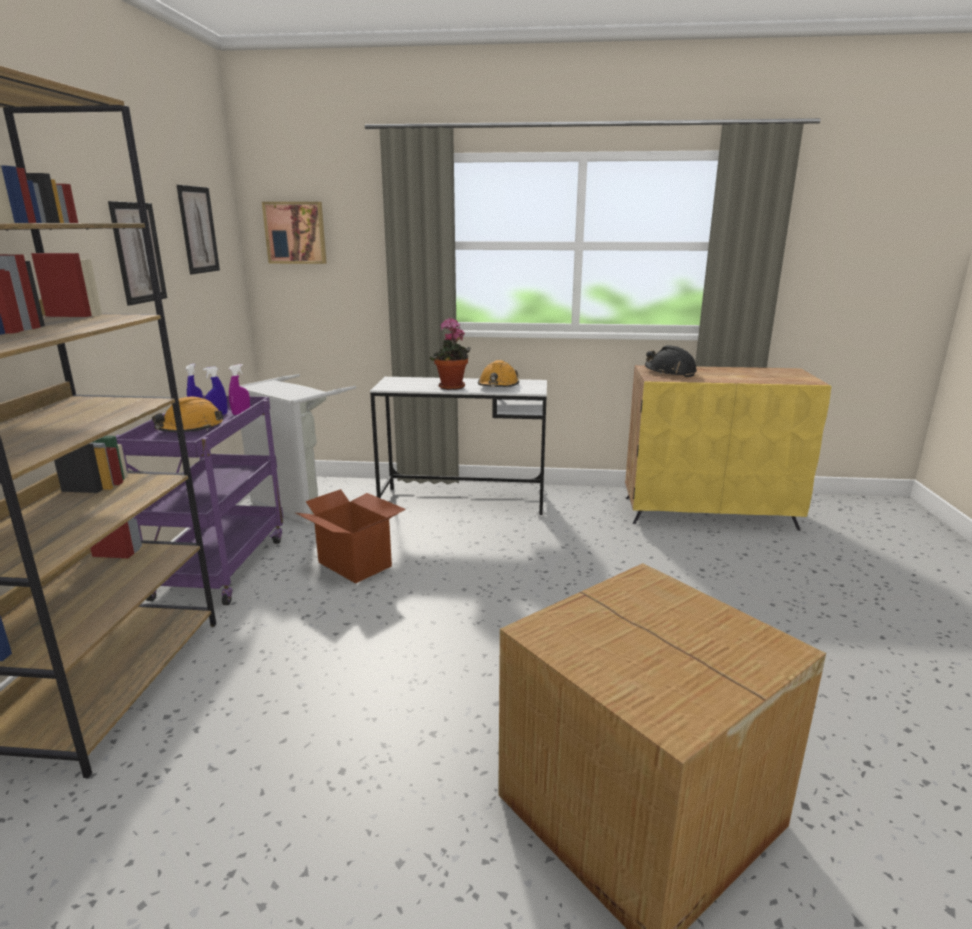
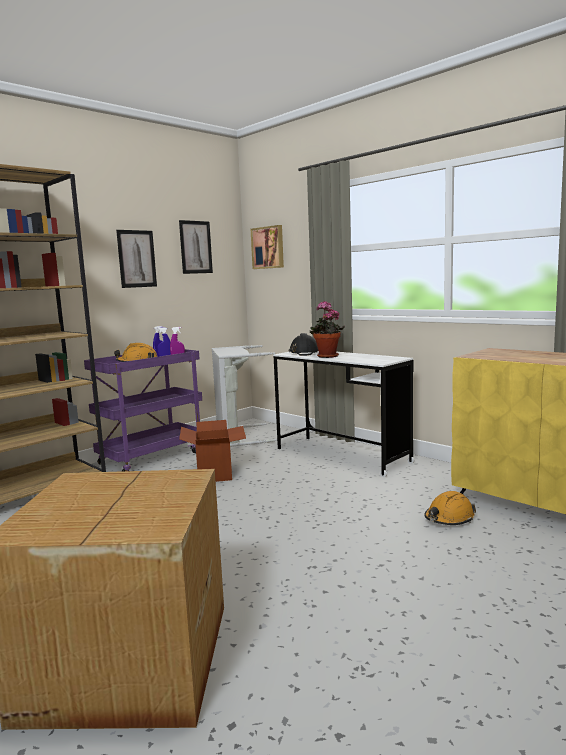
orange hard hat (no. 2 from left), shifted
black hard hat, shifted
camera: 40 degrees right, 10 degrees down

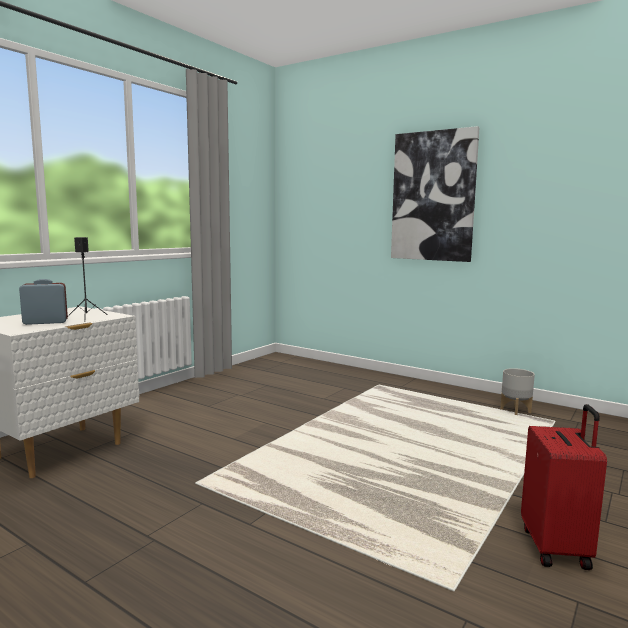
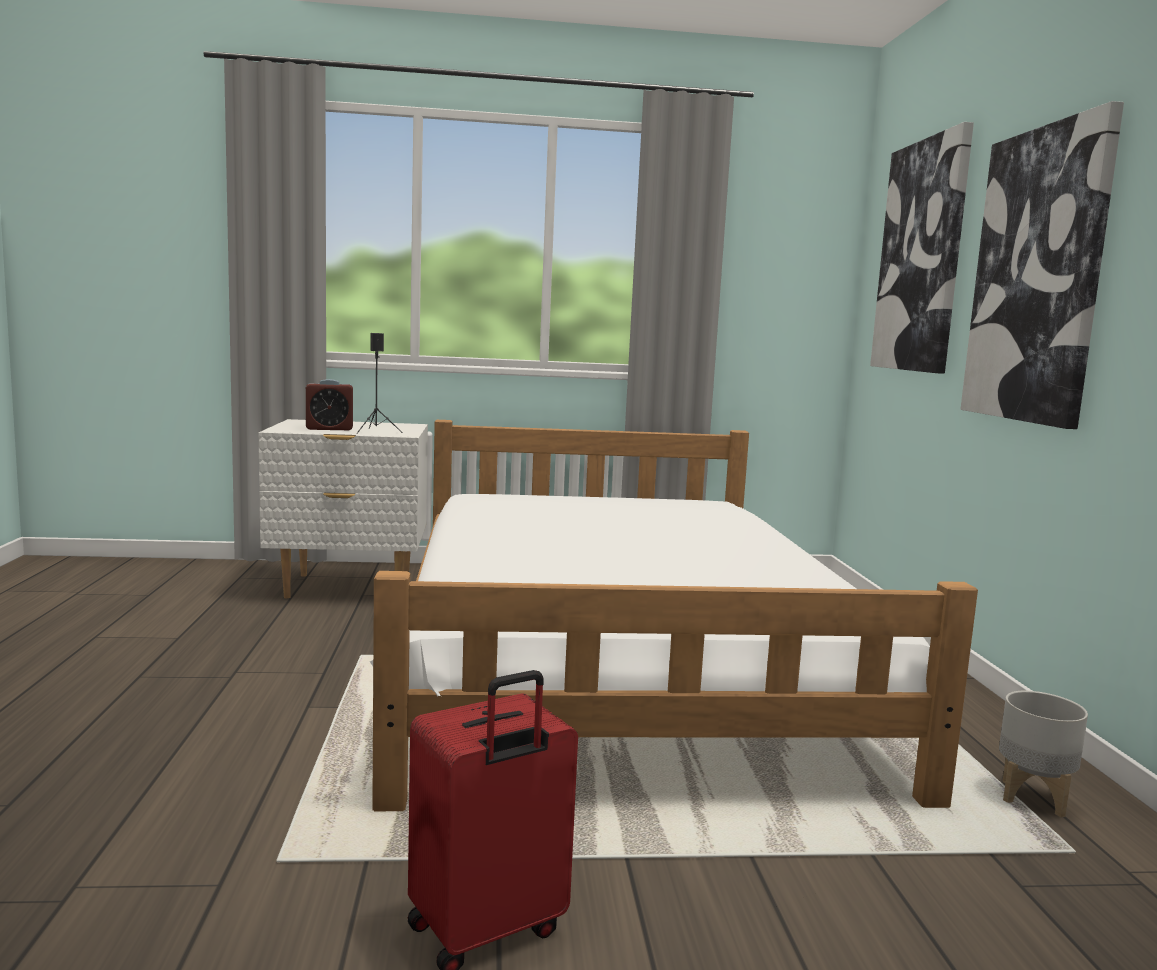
alarm clock, 135 degrees clockwise
- → white bed
- → picture (no. 1 from left)
camera: 50 degrees right, 0 degrees up

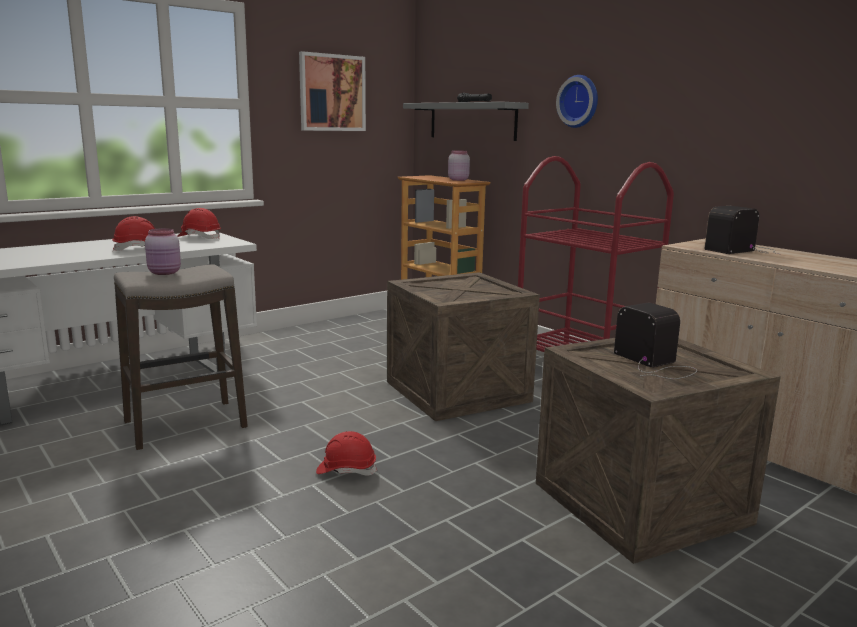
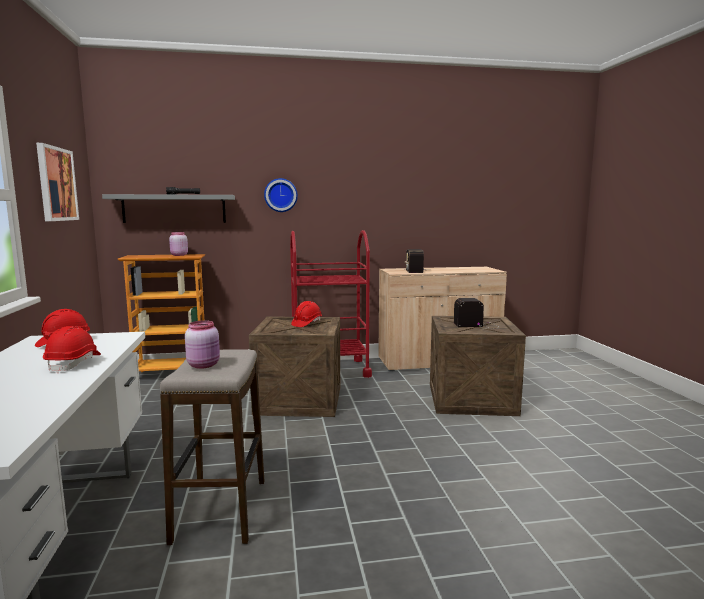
red hard hat (no. 3 from left), shifted
camera: 60 degrees left, 5 degrees down

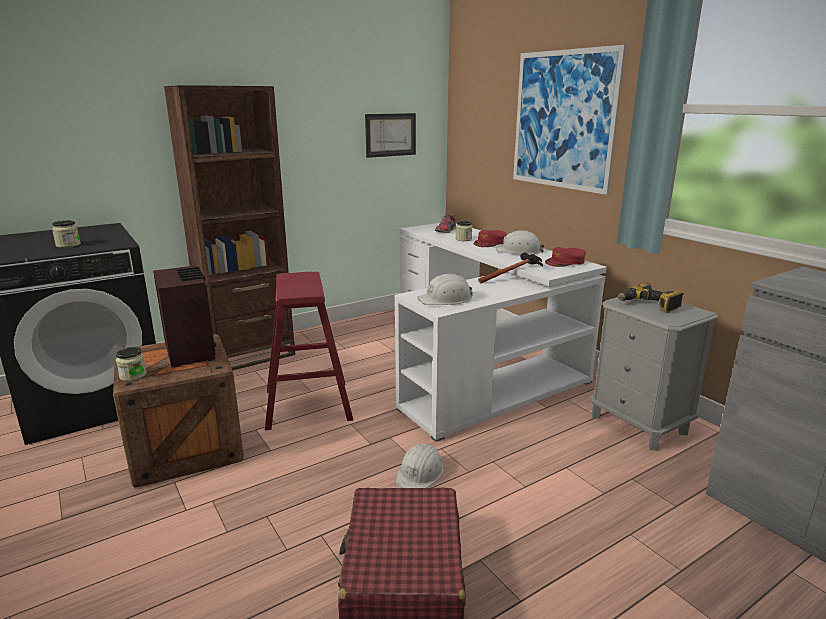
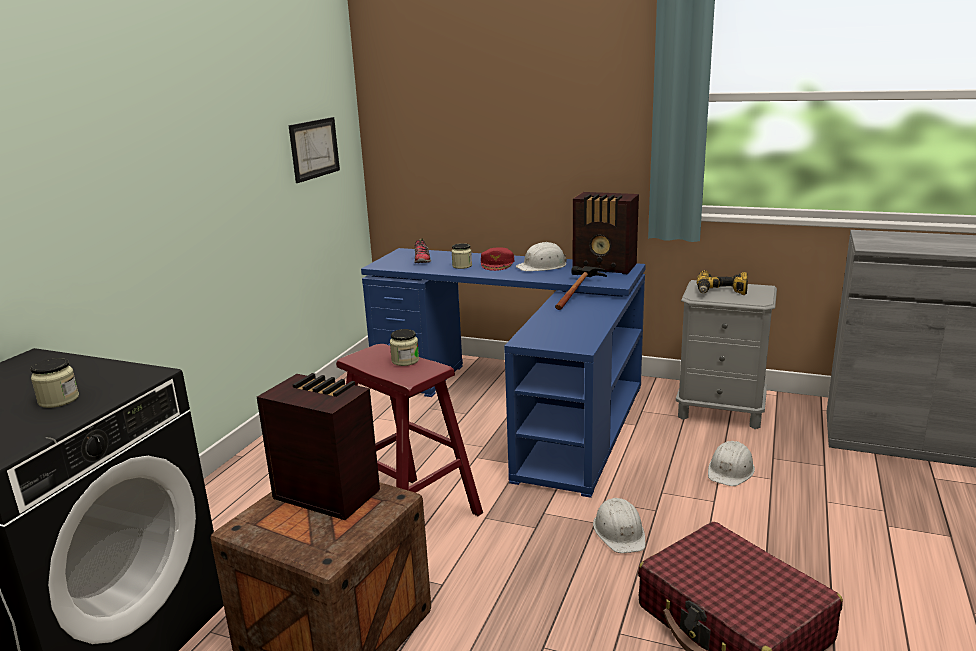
jar (no. 2 from left), shifted
brown bookcase → -
white desk → blue desk
white hard hat (no. 2 from left in the first image) → white hard hat (no. 3 from left), shifted
picture (no. 2 from left) → -
red cap (no. 2 from left) → radio (no. 2 from left)
camera: 35 degrees left, 0 degrees up

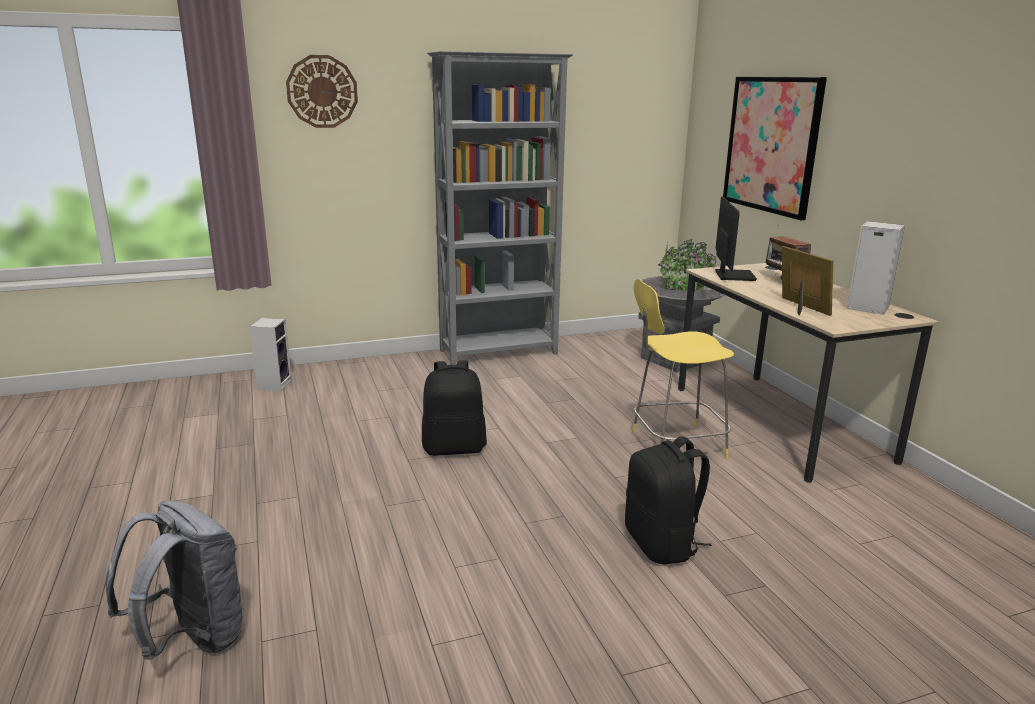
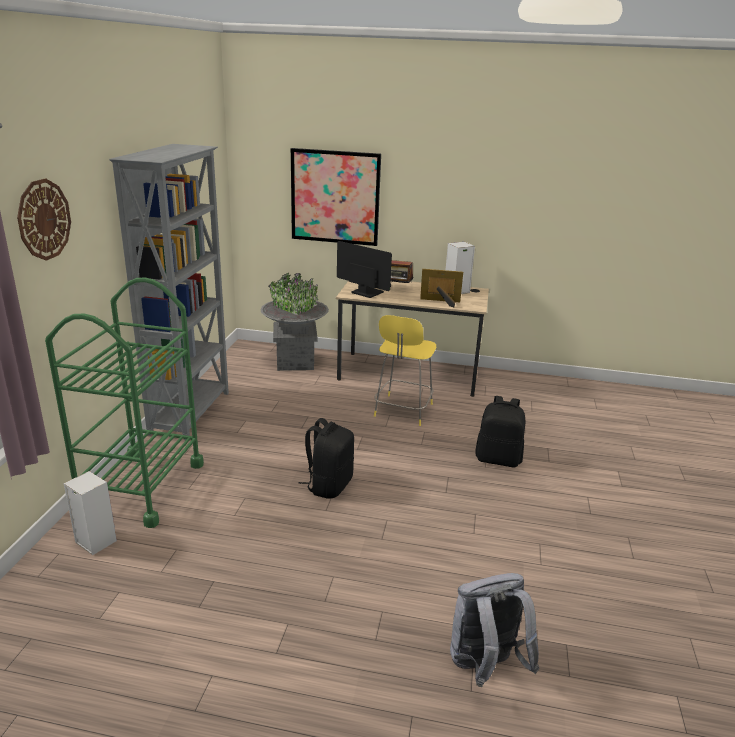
- → green cart
camera: 60 degrees left, 5 degrees up

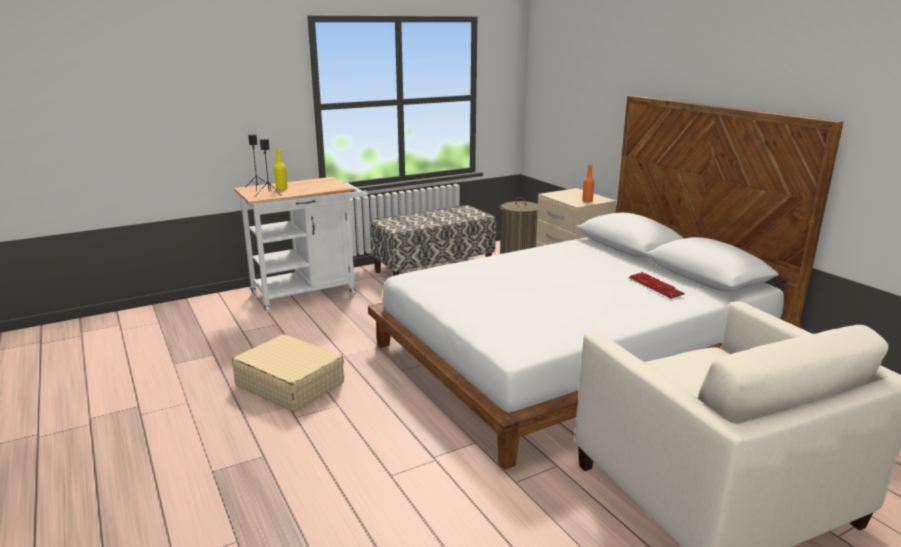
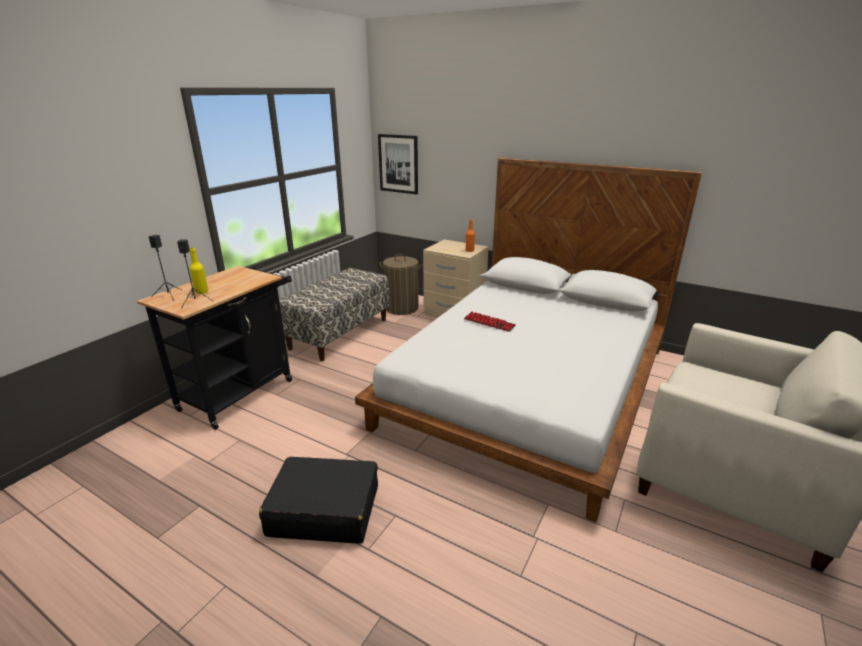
beige suitcase → black suitcase
white cart → black cart
keyboard, shifted
- → picture
camera: 30 degrees left, 5 degrees up

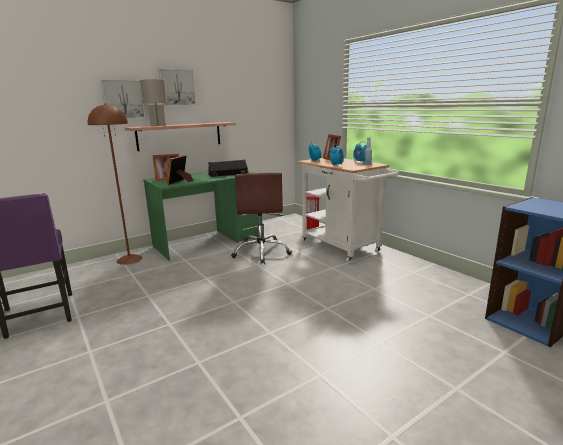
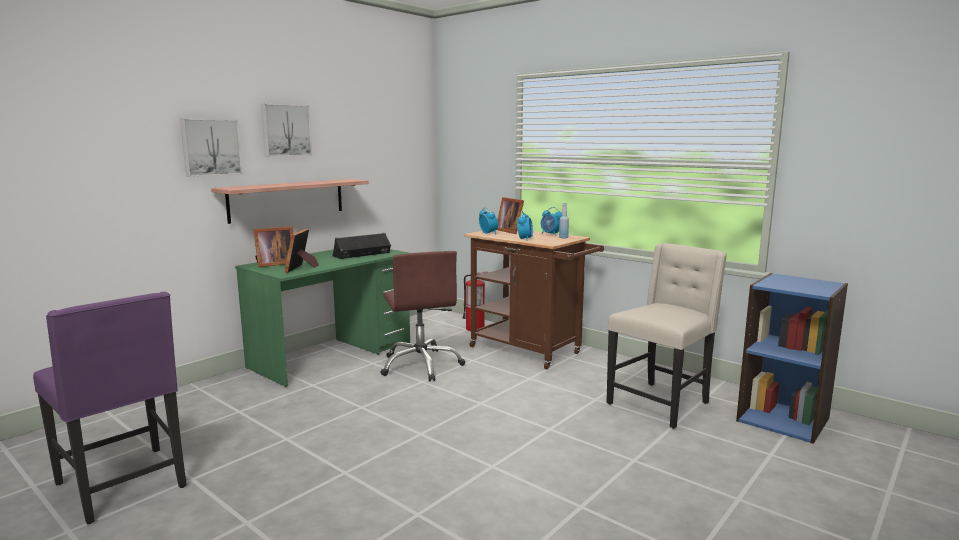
brown floor lamp → -
grey table lamp → -
white cart → brown cart
- → beige chair
camera: 15 degrees left, 5 degrees down

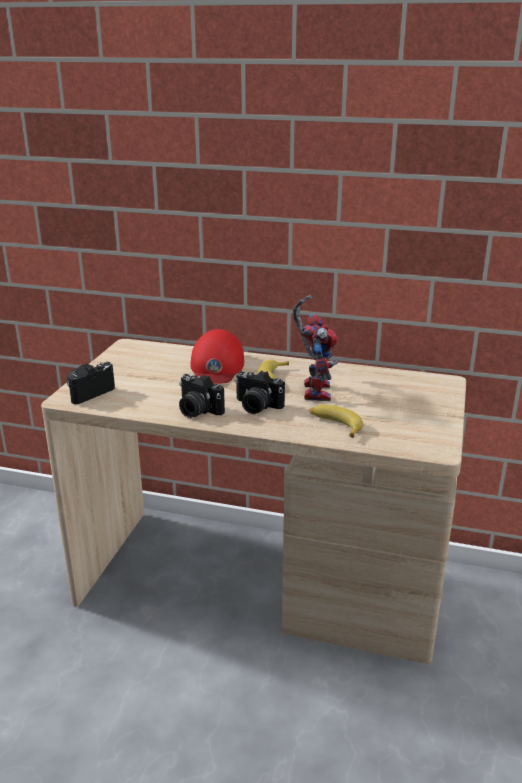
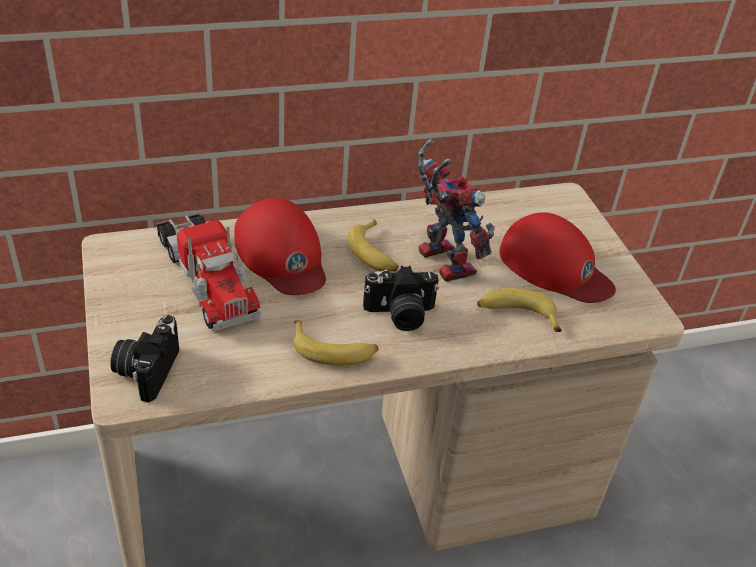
photo camera (no. 2 from left) → banana (no. 1 from left)
- → toy truck
- → red cap (no. 2 from left)
camera: 35 degrees left, 15 degrees up

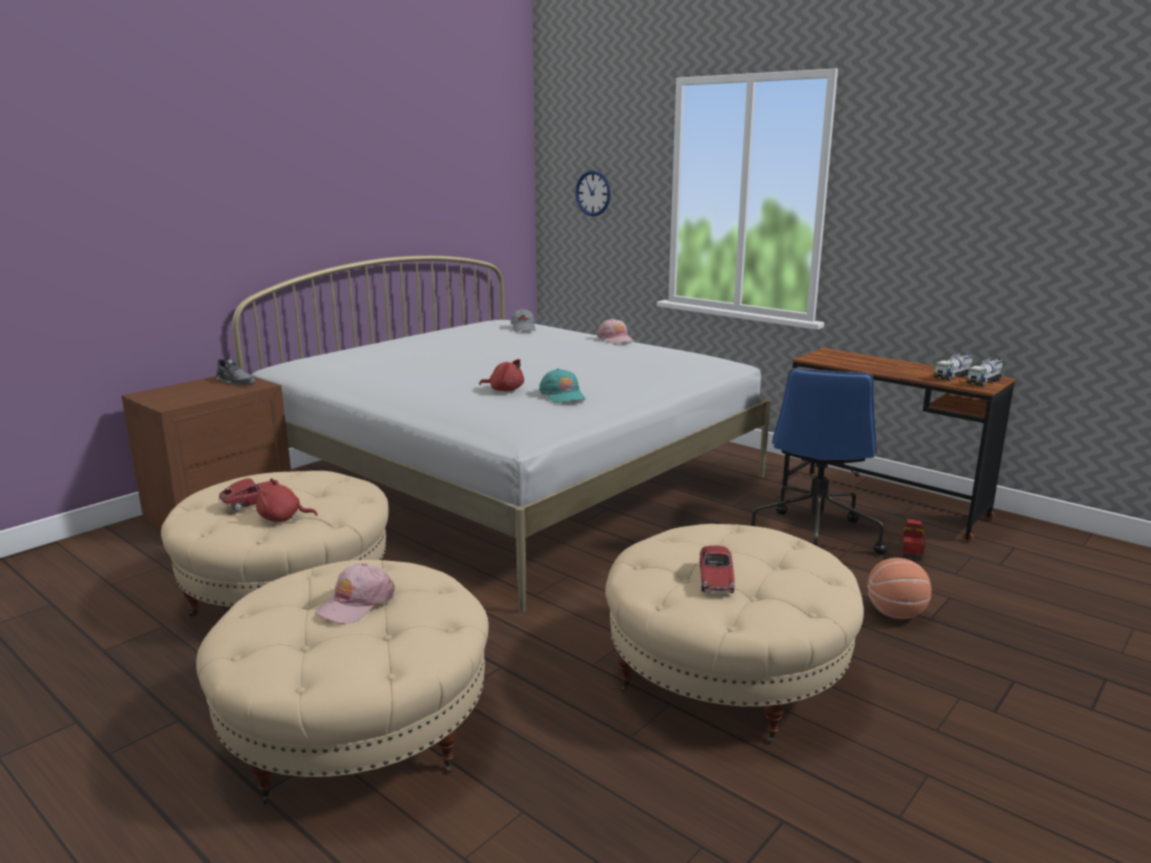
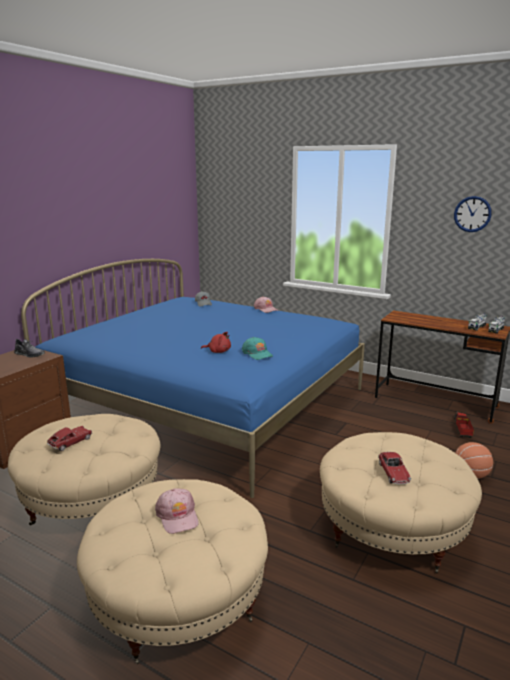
white bed → blue bed
red plush toy (no. 1 from left) → -
pink cap (no. 1 from left), 45 degrees counterclockwise
wall clock, shifted
blue office chair → -
camera: 10 degrees left, 0 degrees up

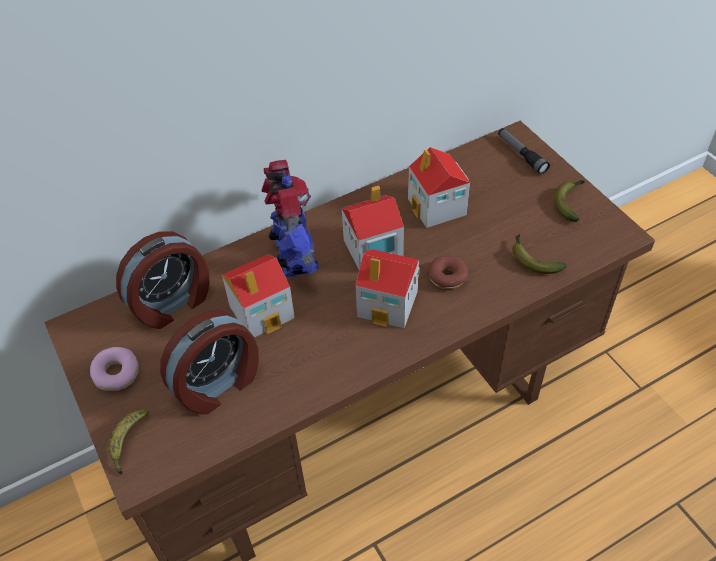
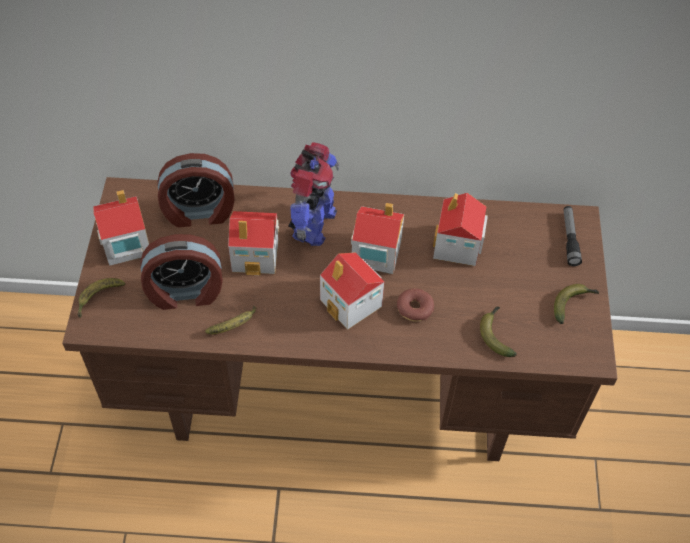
donut (no. 1 from left) → toy house (no. 1 from left)
- → banana (no. 2 from left)
camera: 30 degrees right, 5 degrees up

